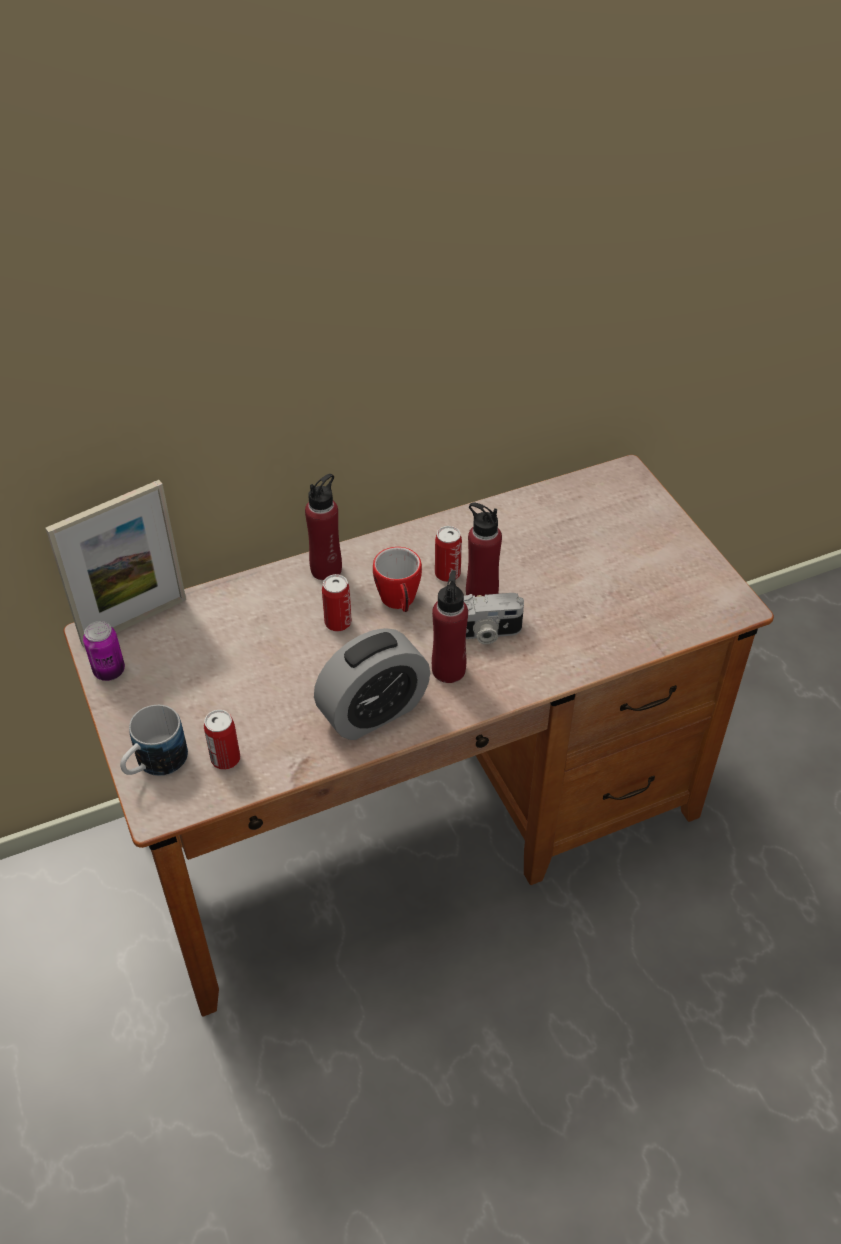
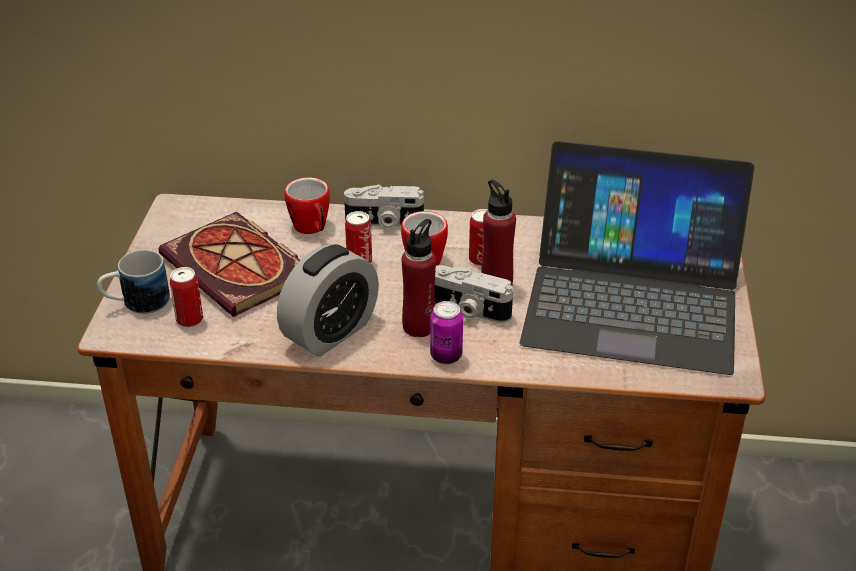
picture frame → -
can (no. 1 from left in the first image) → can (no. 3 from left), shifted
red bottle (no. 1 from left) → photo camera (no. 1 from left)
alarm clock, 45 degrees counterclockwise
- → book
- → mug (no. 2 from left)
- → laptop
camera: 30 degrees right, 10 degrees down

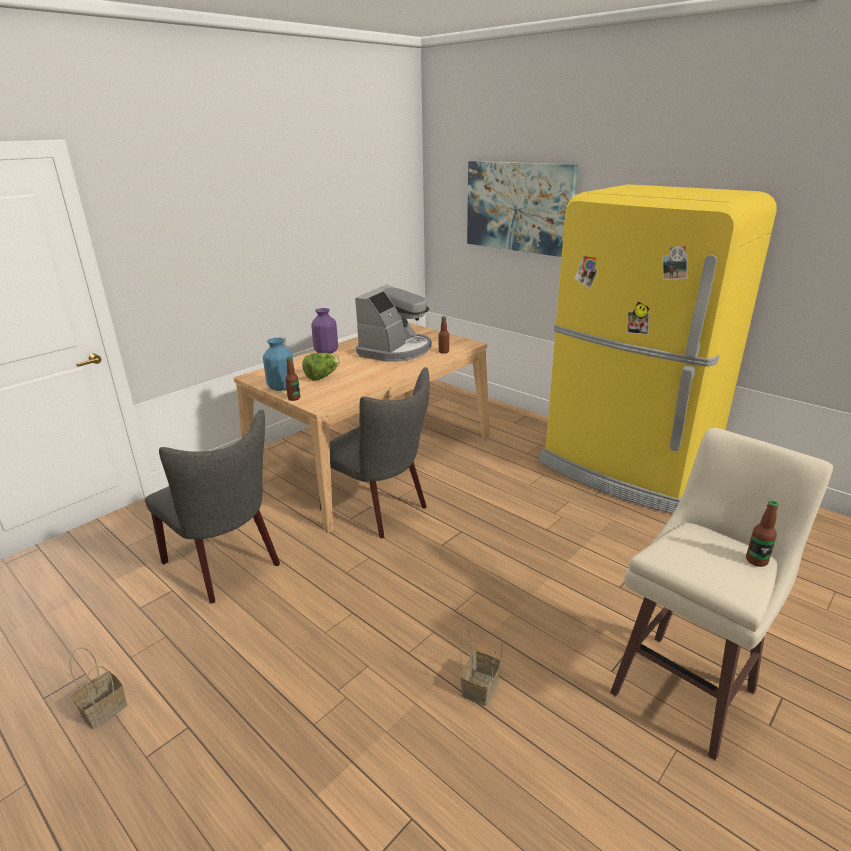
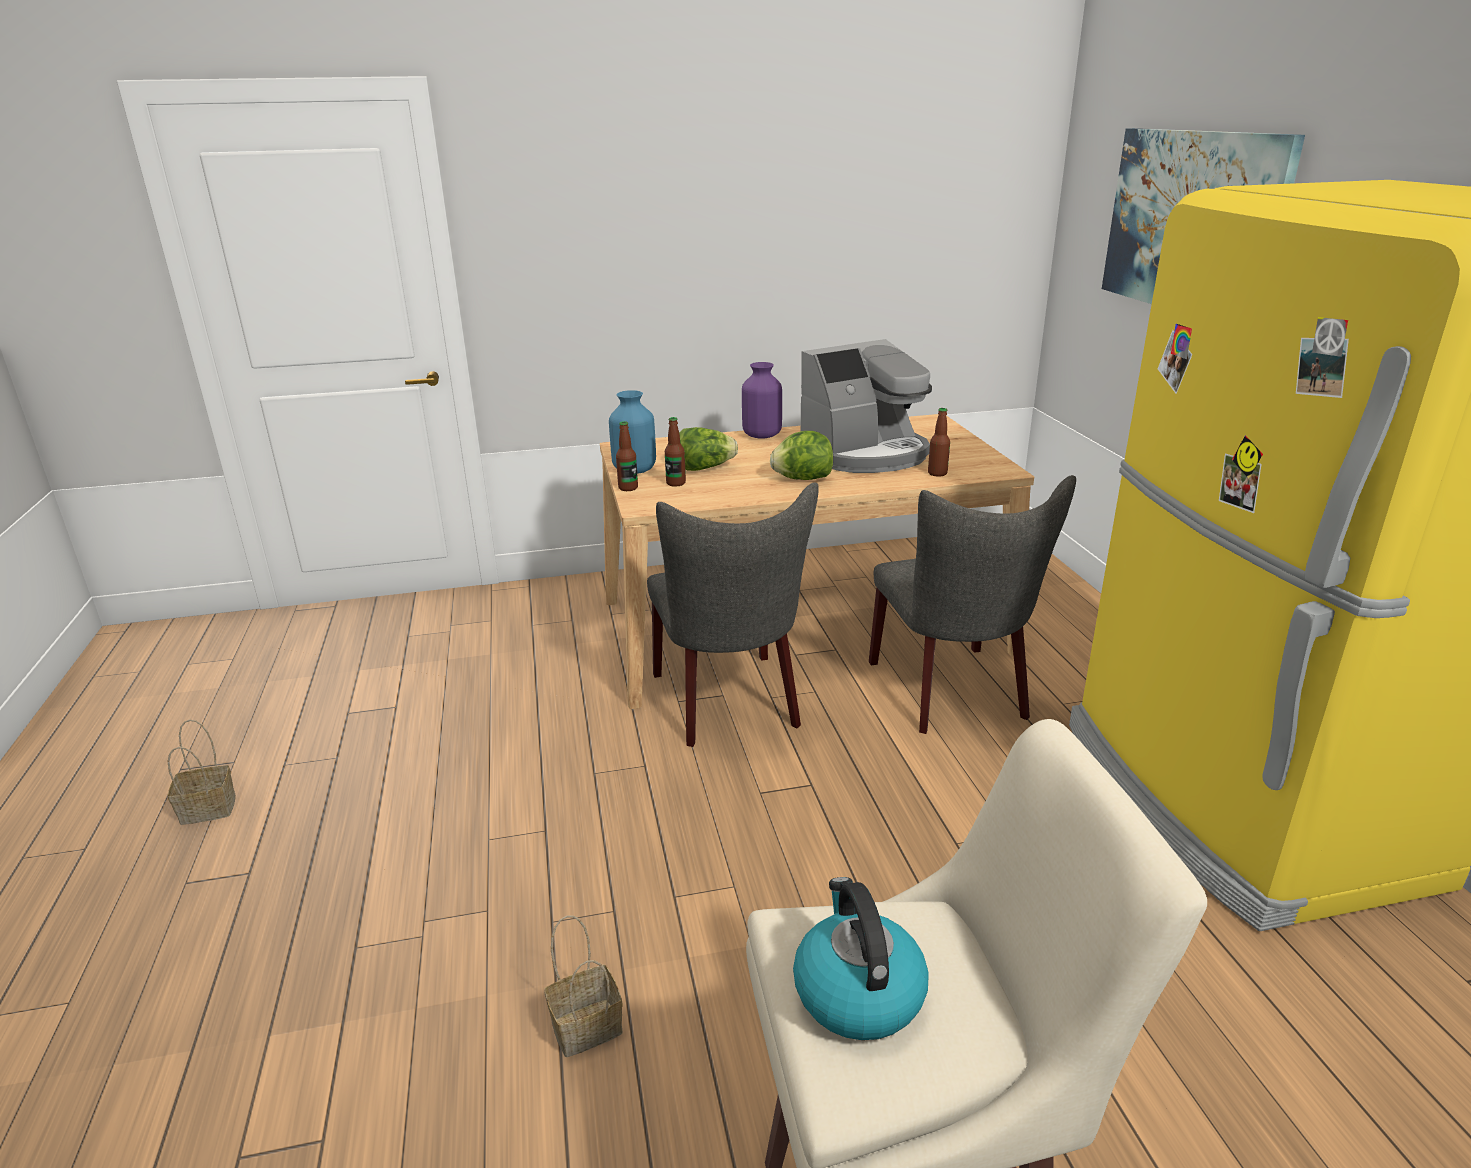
grey chair (no. 1 from left in the first image) → grey chair (no. 2 from left), shifted
bottle (no. 3 from left in the first image) → bottle (no. 2 from left), shifted
- → lettuce (no. 2 from left)
- → kettle
camera: 35 degrees right, 0 degrees up

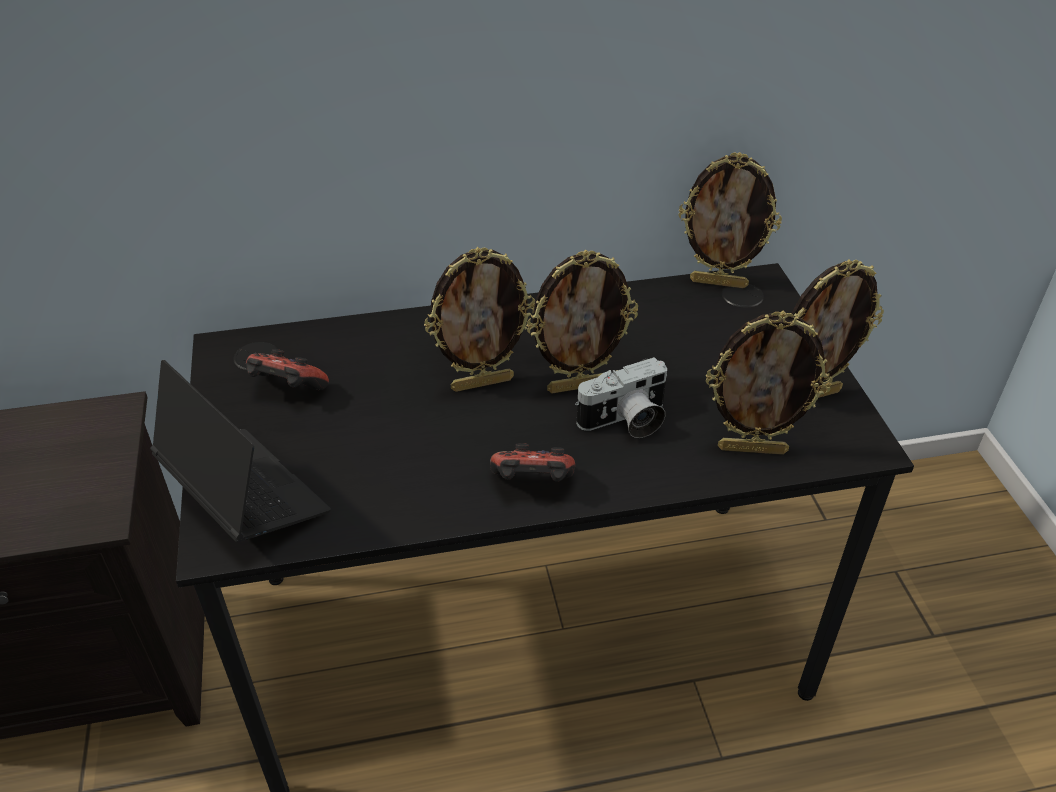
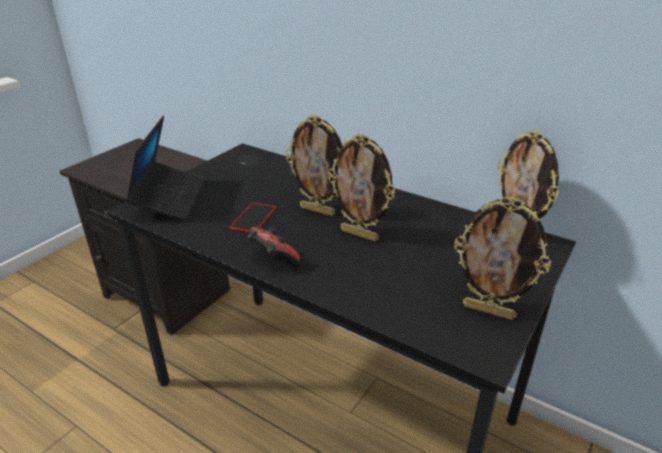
game controller (no. 1 from left) → -
photo camera → -
picture frame (no. 4 from left) → -
- → phone
camera: 45 degrees right, 10 degrees down

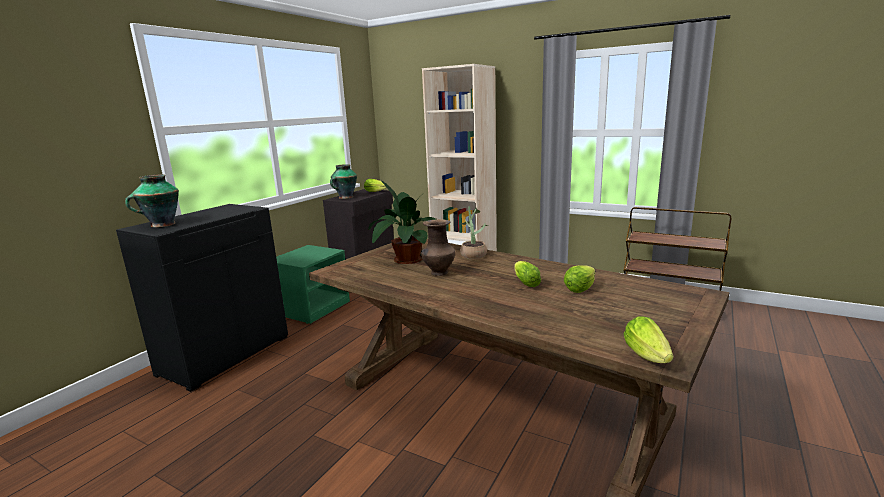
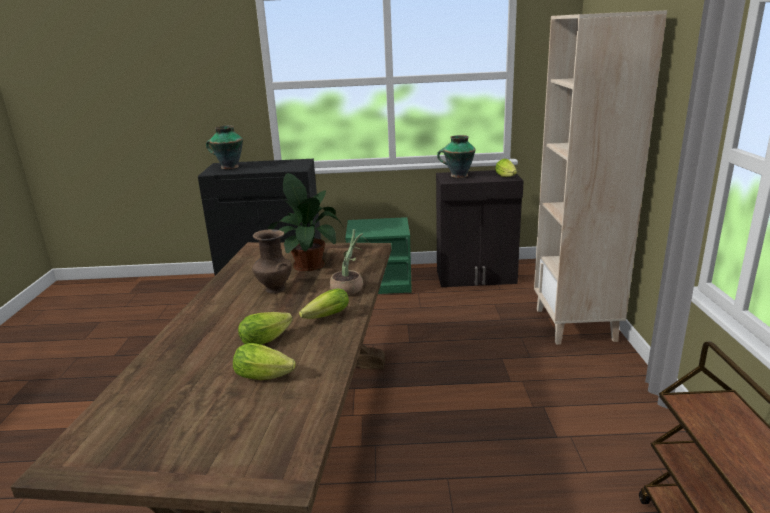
lettuce (no. 4 from left in the first image) → lettuce (no. 3 from left), shifted
camera: 60 degrees right, 5 degrees up

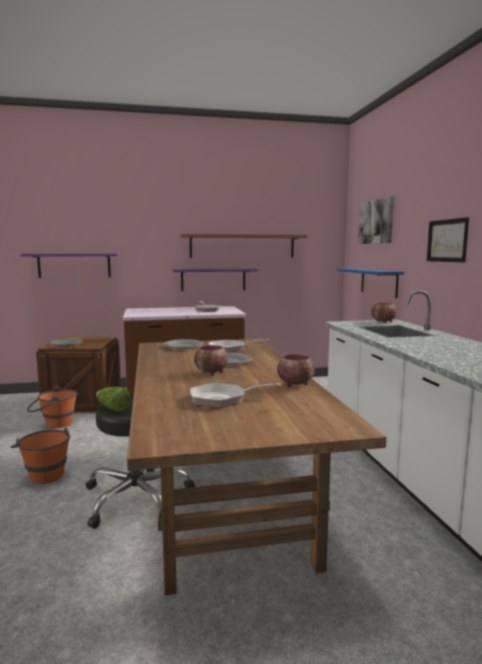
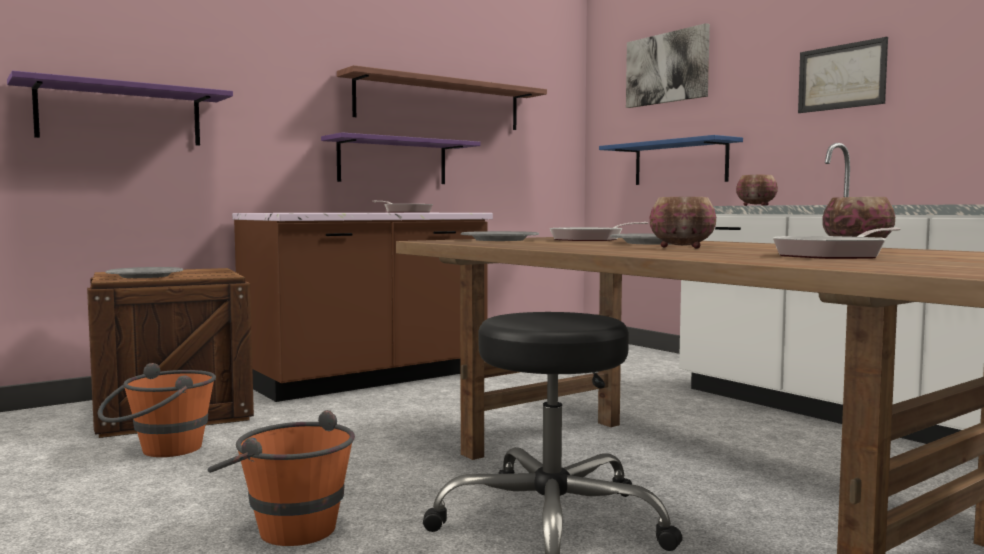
lettuce → -
camera: 25 degrees left, 5 degrees down

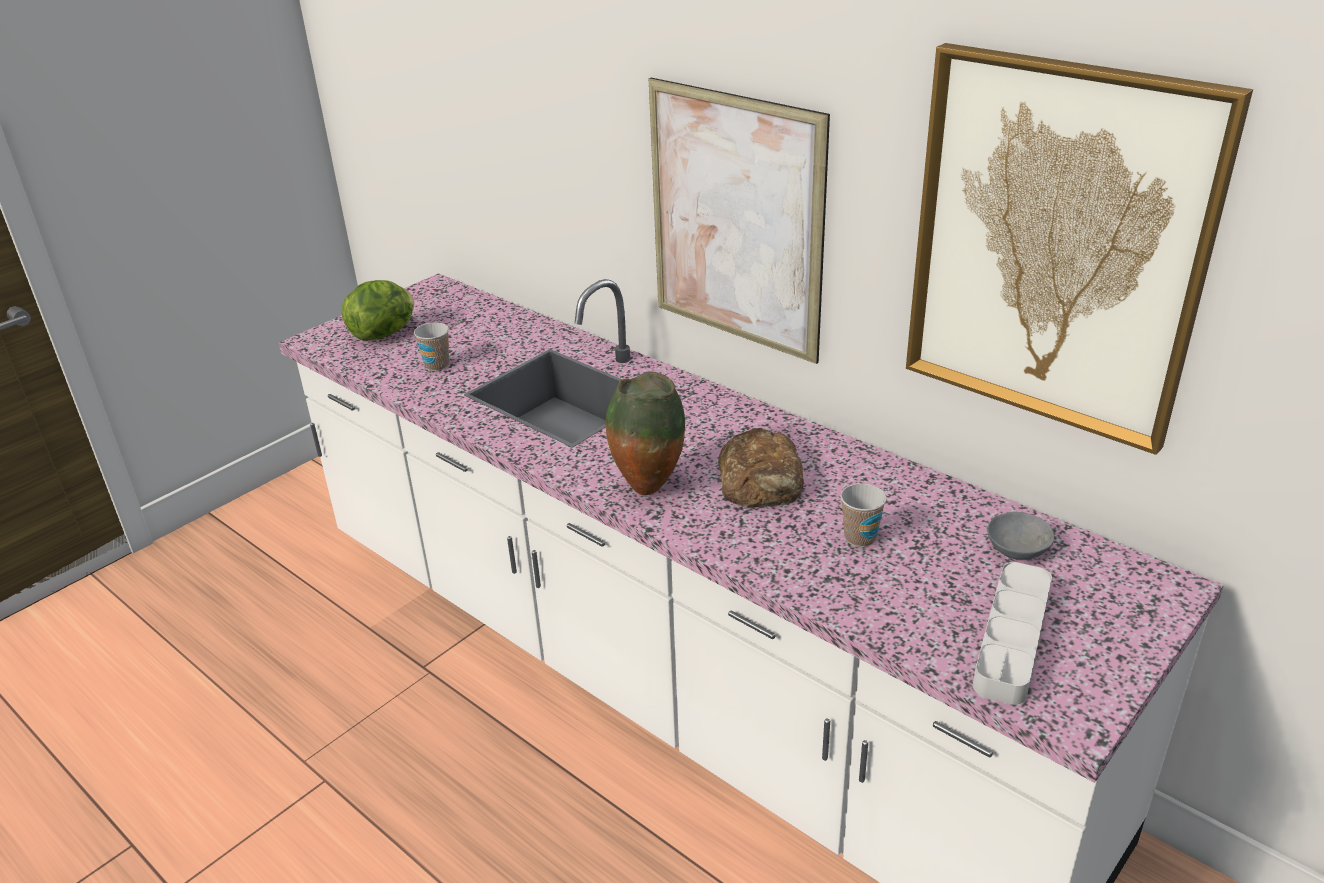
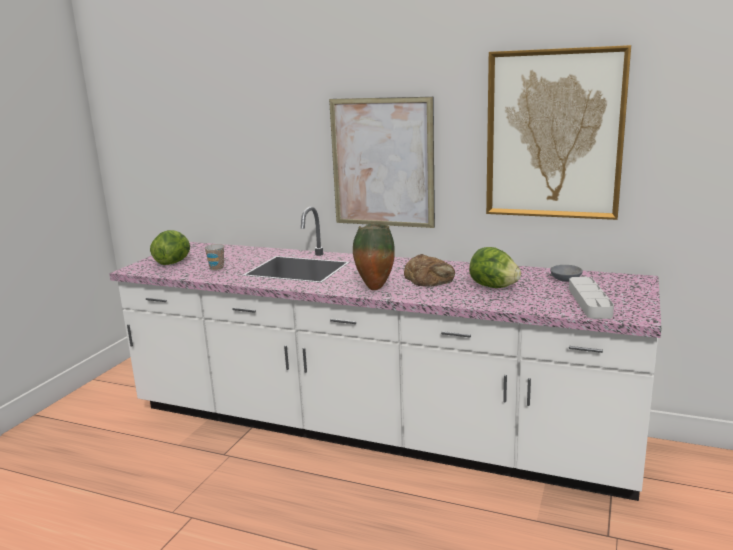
cup (no. 2 from left) → lettuce (no. 2 from left)
camera: 20 degrees left, 15 degrees down

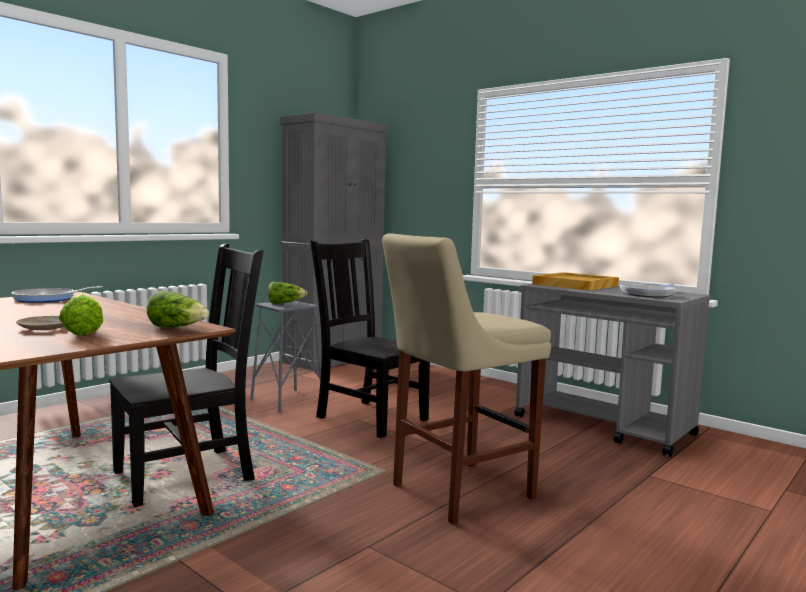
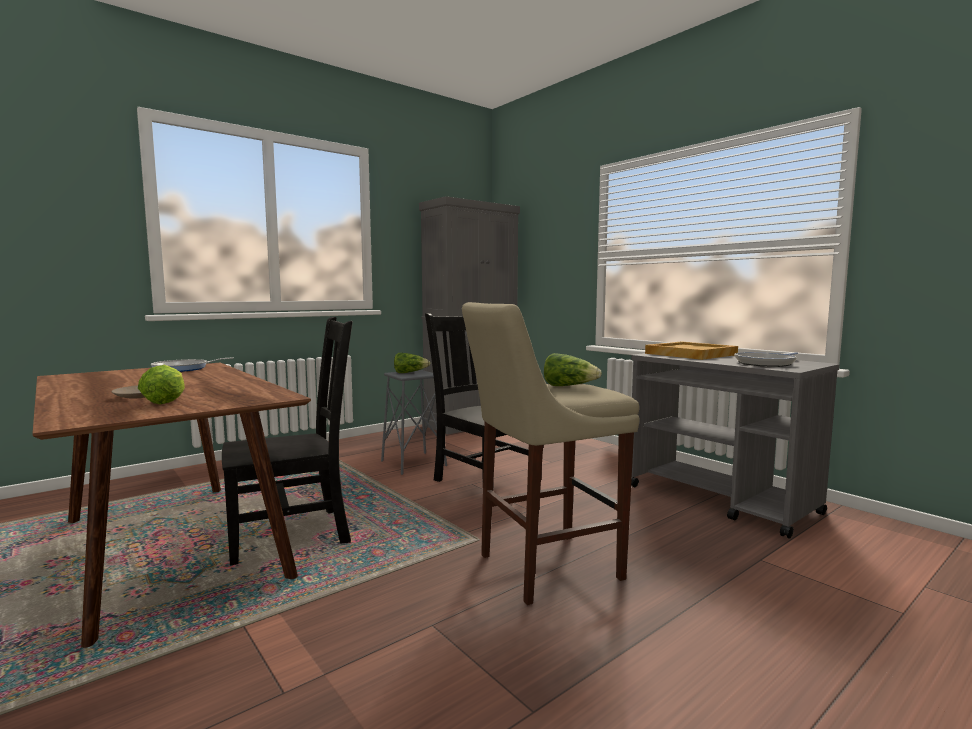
lettuce (no. 2 from left in the first image) → lettuce (no. 3 from left), shifted
camera: 10 degrees right, 0 degrees up

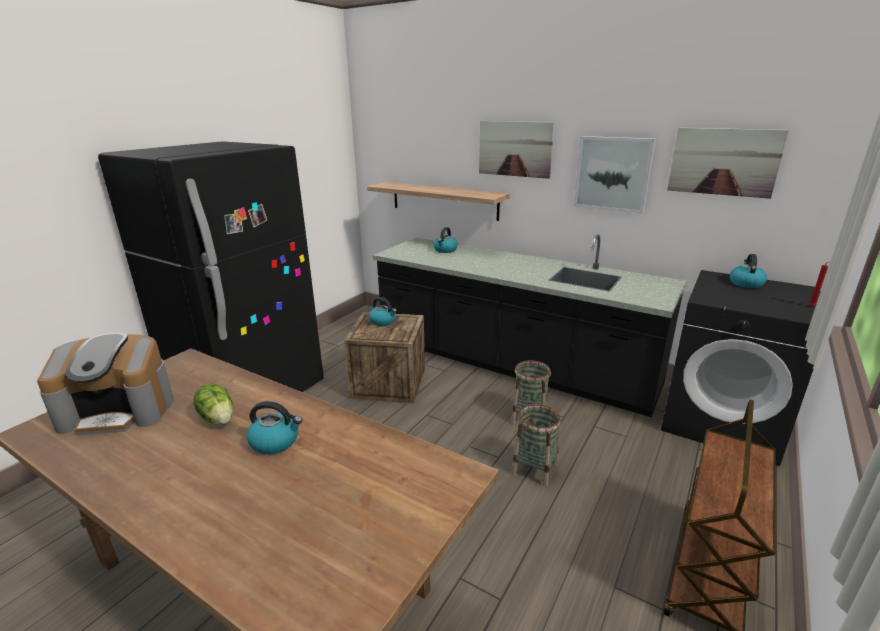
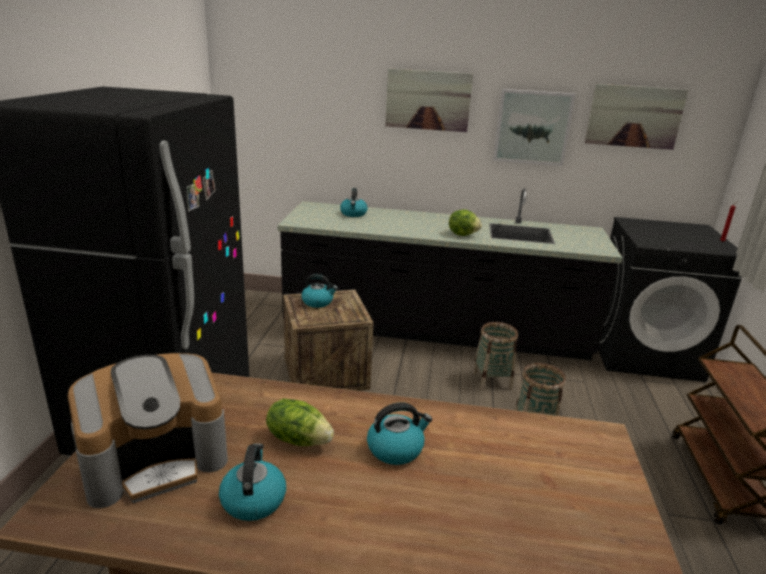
shelf → -
kettle (no. 4 from left in the first image) → kettle (no. 1 from left), shifted
- → lettuce (no. 2 from left)
camera: 25 degrees left, 0 degrees up

